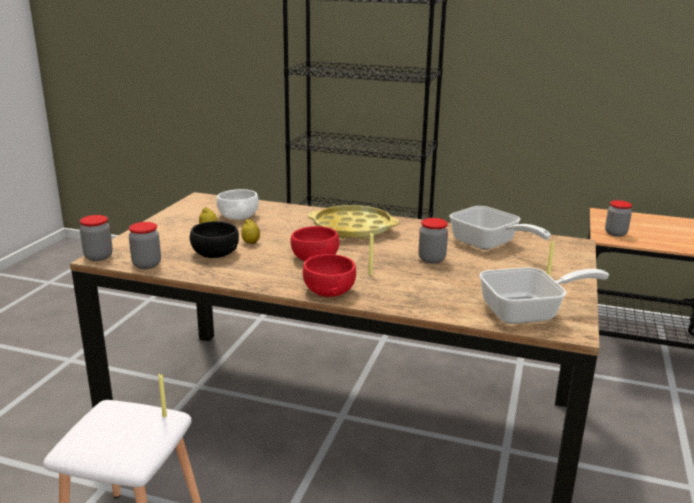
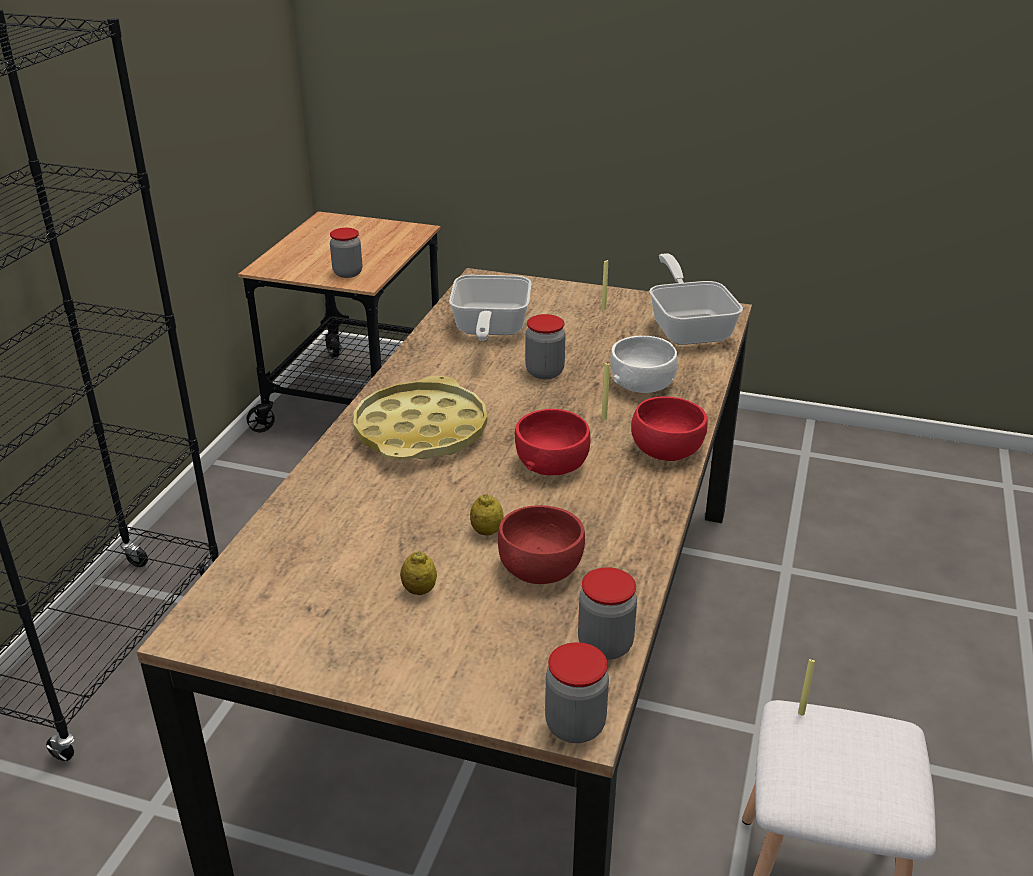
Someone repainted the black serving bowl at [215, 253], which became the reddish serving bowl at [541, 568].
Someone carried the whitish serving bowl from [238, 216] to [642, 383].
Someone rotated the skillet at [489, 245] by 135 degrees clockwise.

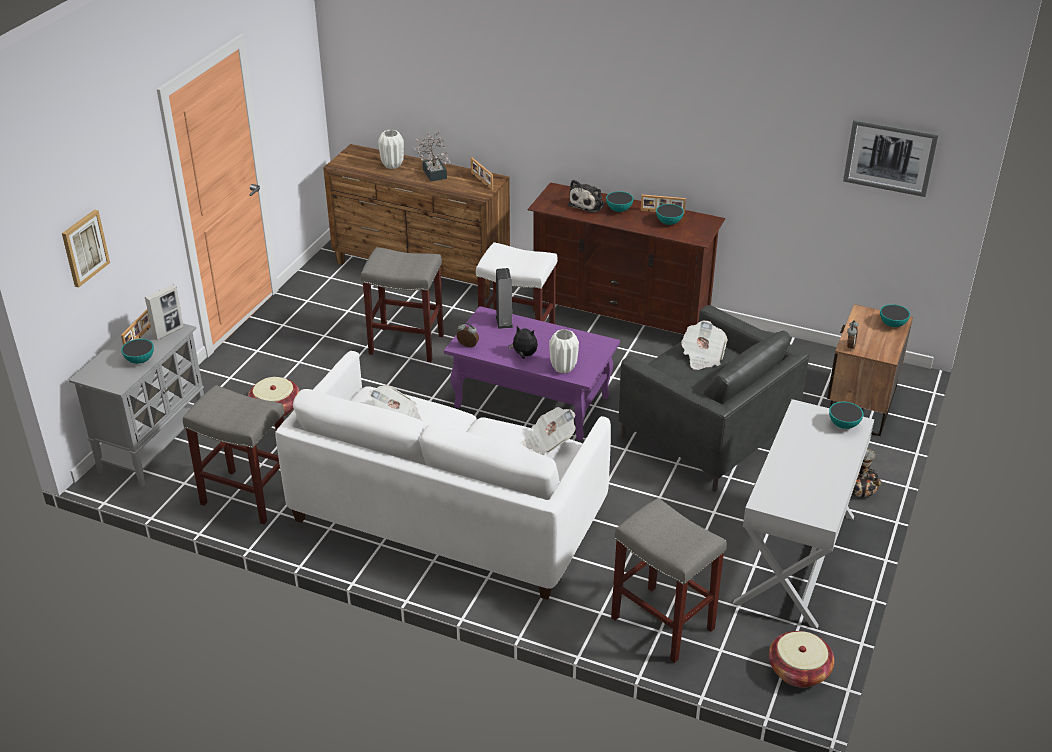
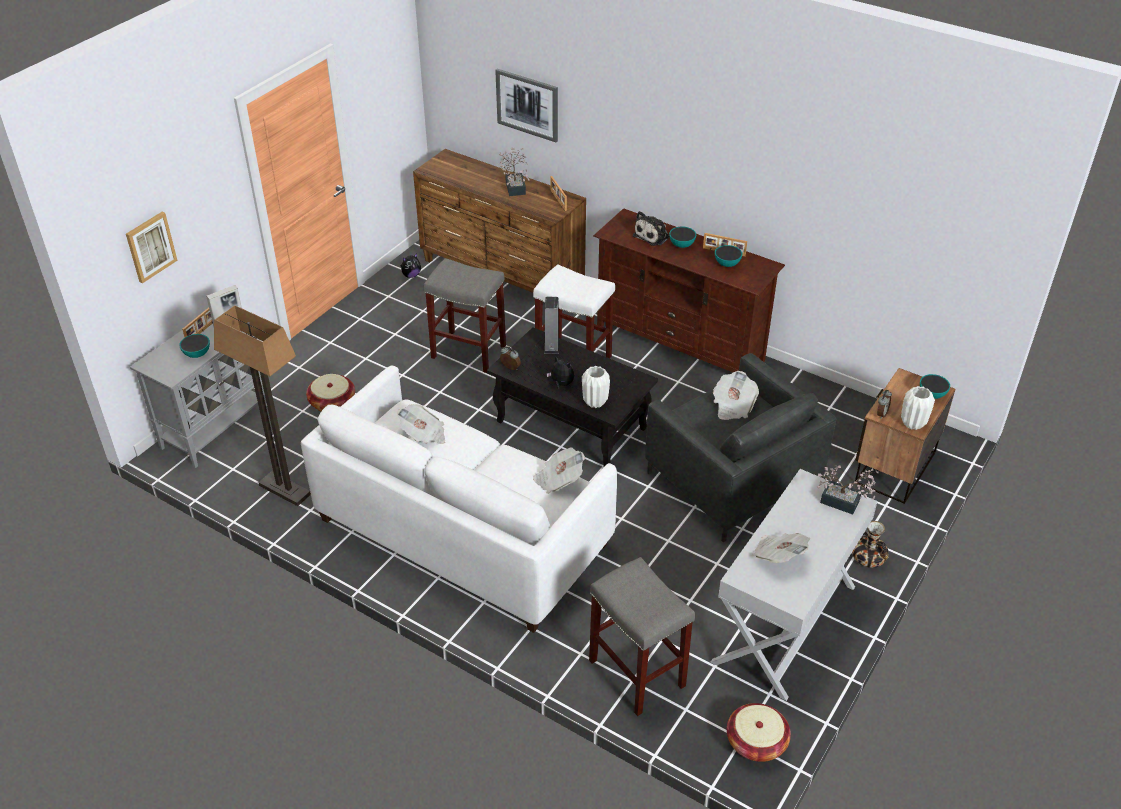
Someone swapped the grey stool seat at [246, 497] for the floor lamp at [284, 490].
Someone carried the whitish vase from [392, 165] to [912, 423].
Someone repainted the purplish lounge table at [530, 401], which became the black lounge table at [570, 425].
Someone swapped the serving bowl at [843, 425] for the potted plant at [844, 503].
Someone carried the picture from [890, 157] to [527, 105].
Someone put down the cuddly toy at [411, 275].
Someone put down the printed paper at [778, 556].

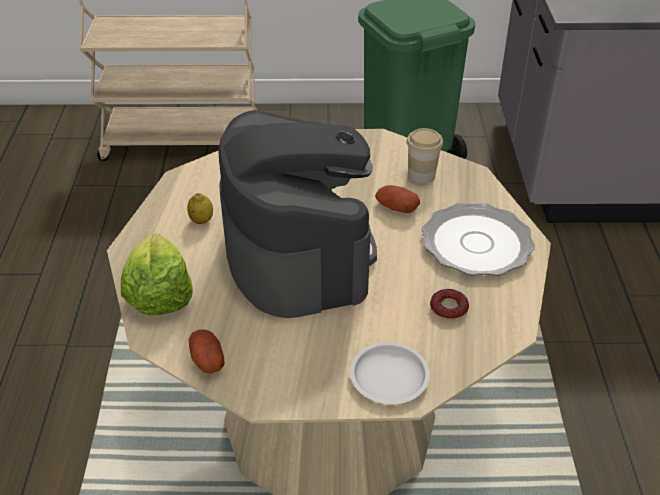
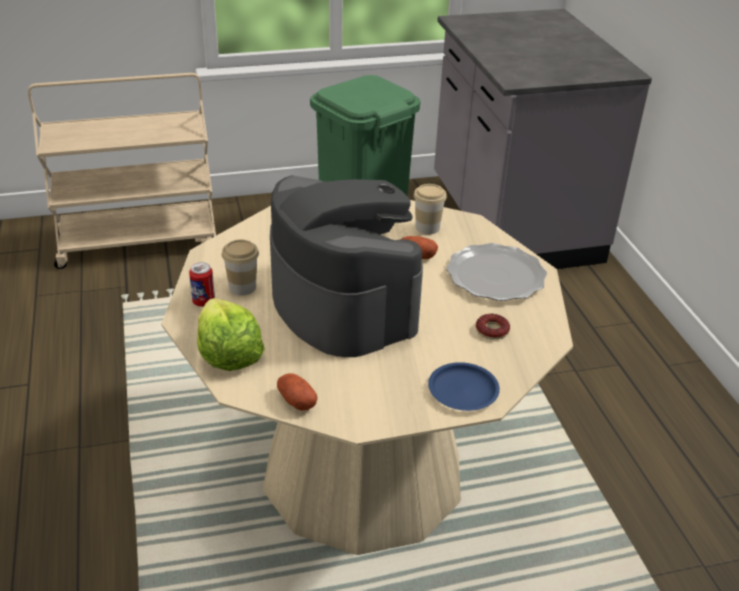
Someone swapped the citrus fruit at [201, 220] for the small cup at [242, 287].
Someone repainted the whitish flat dish at [389, 376], which became the bluish flat dish at [462, 390].
Someone put down the sealed can at [204, 302].

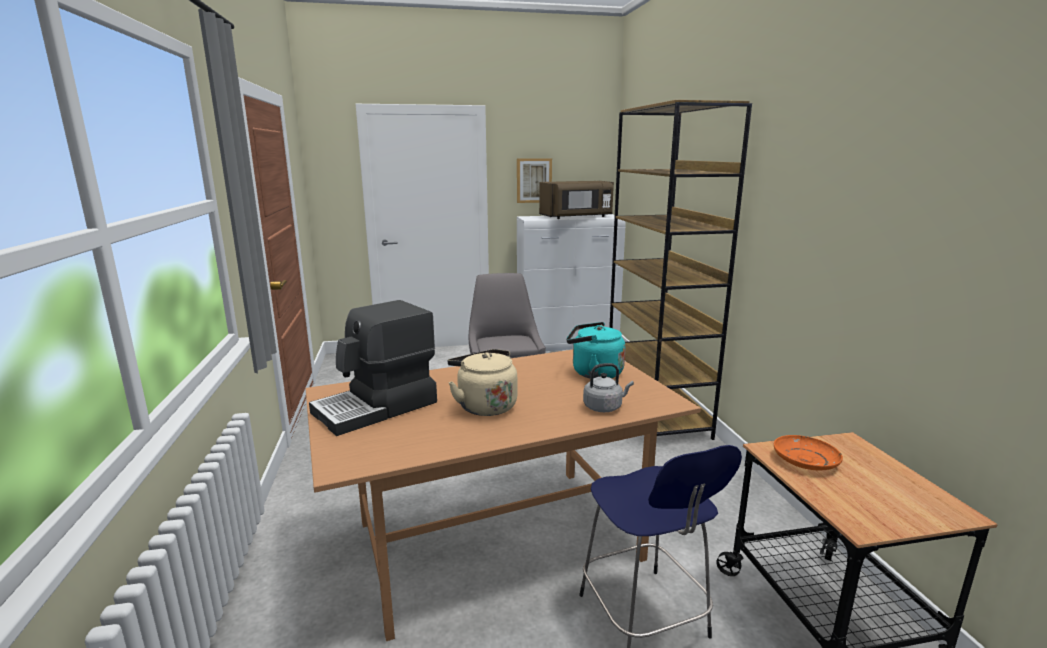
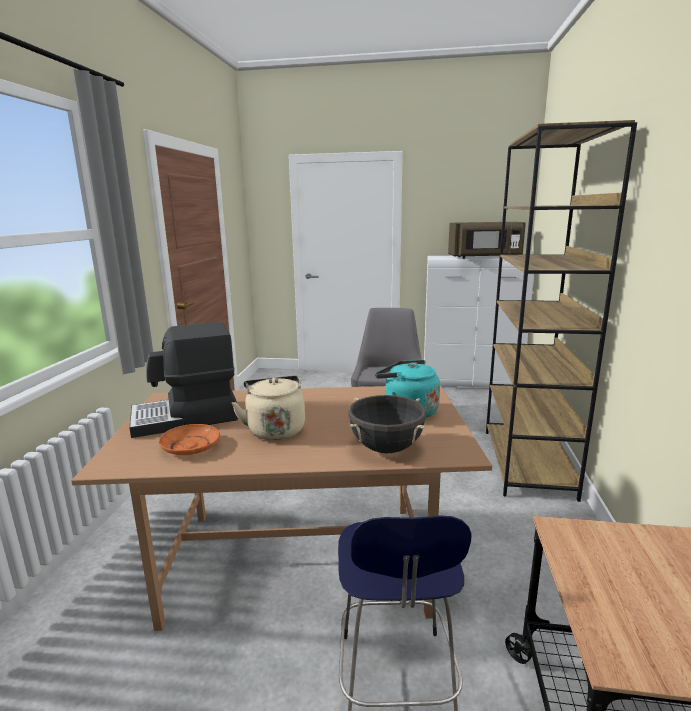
Someone took away the picture at [534, 180].
Someone swapped the grey tea kettle at [604, 407] for the black saucepot at [386, 448].
Someone carried the orange flat dish from [805, 460] to [191, 446].

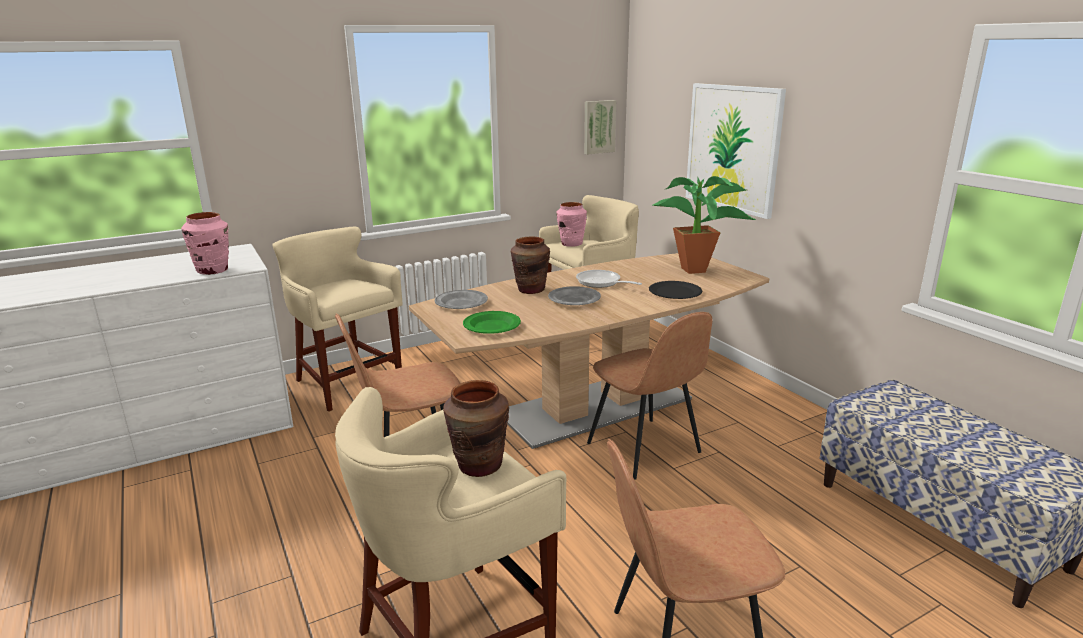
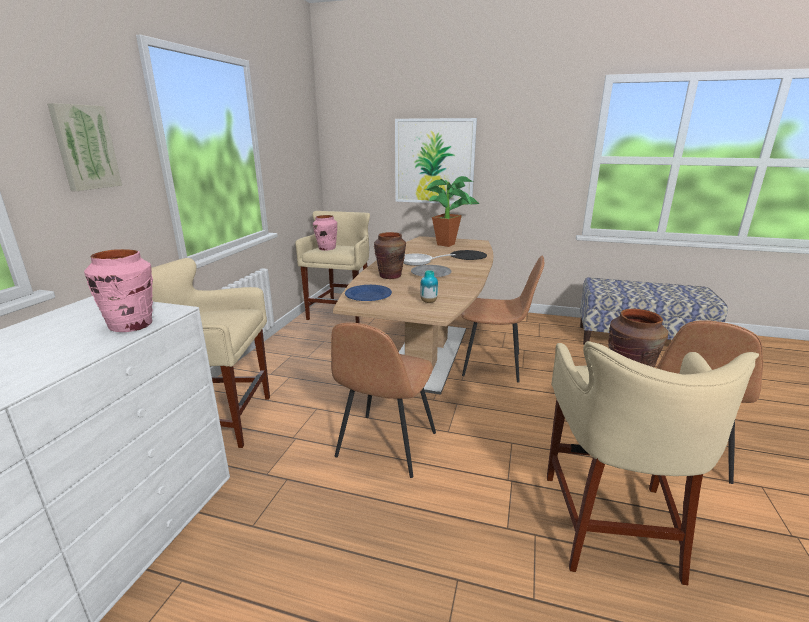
Someone repainted the grey flat dish at [461, 303], which became the bluish flat dish at [368, 296].
Someone swapped the green flat dish at [491, 326] for the vase at [428, 302].
Someone carried the picture from [598, 127] to [84, 147].

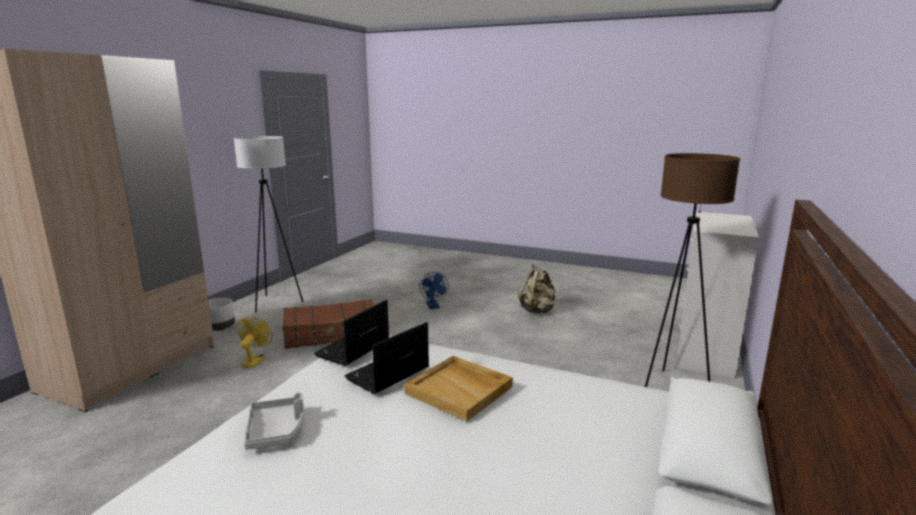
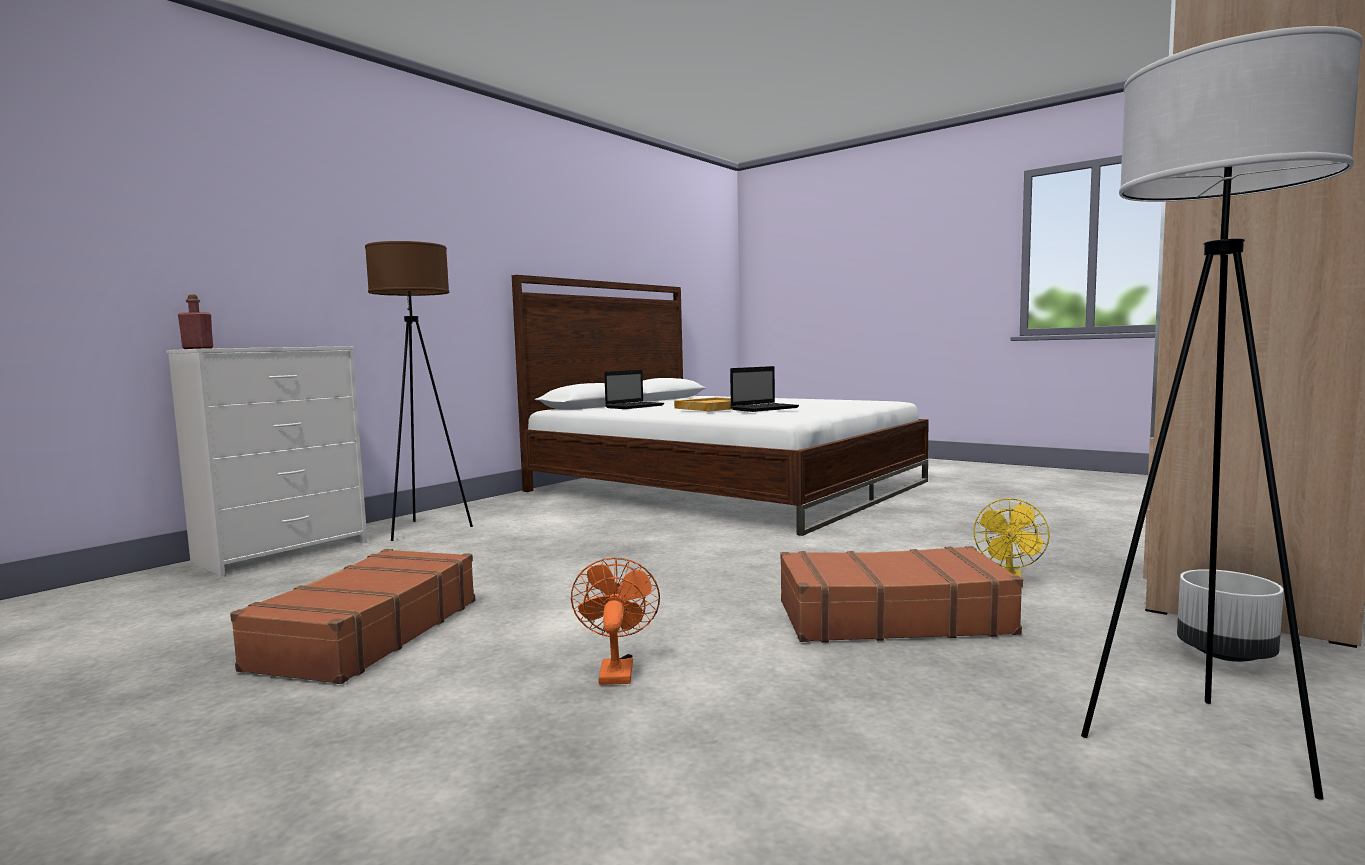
Someone took away the grey serving tray at [276, 430].
Someone carried the laptop from [352, 349] to [635, 406].
Someone repainted the bluish fan at [433, 306], which became the orange fan at [616, 669].
Someone swapped the sand-coloured rucksack at [538, 310] for the brown-coloured suitcase at [367, 634].
Someone put down the reddish beverage bottle at [198, 348].

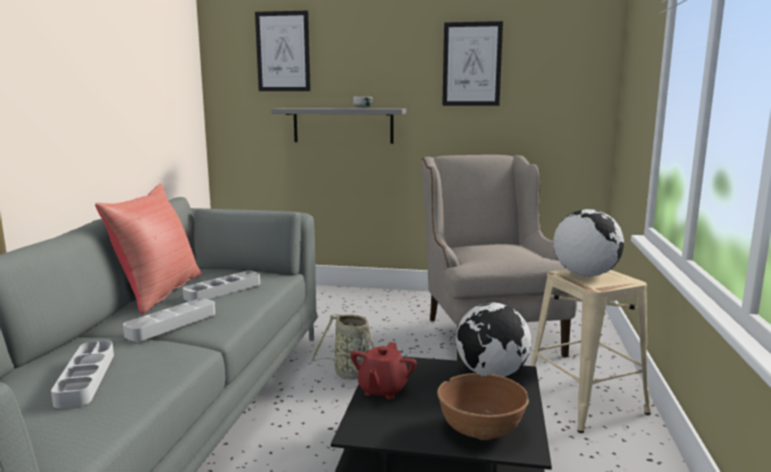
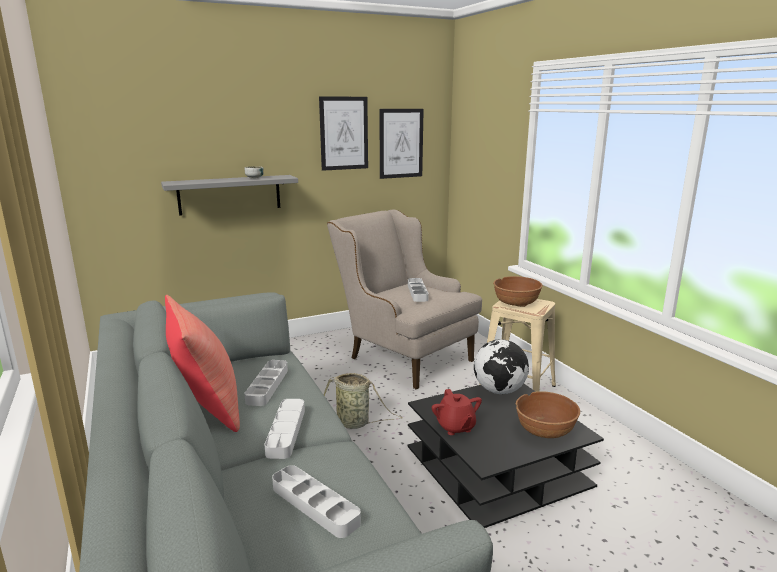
Someone carried the picture from [283, 51] to [401, 143].
Someone swapped the globe at [585, 275] for the brown-coloured serving bowl at [516, 304].
Someone put down the grey serving tray at [417, 292].

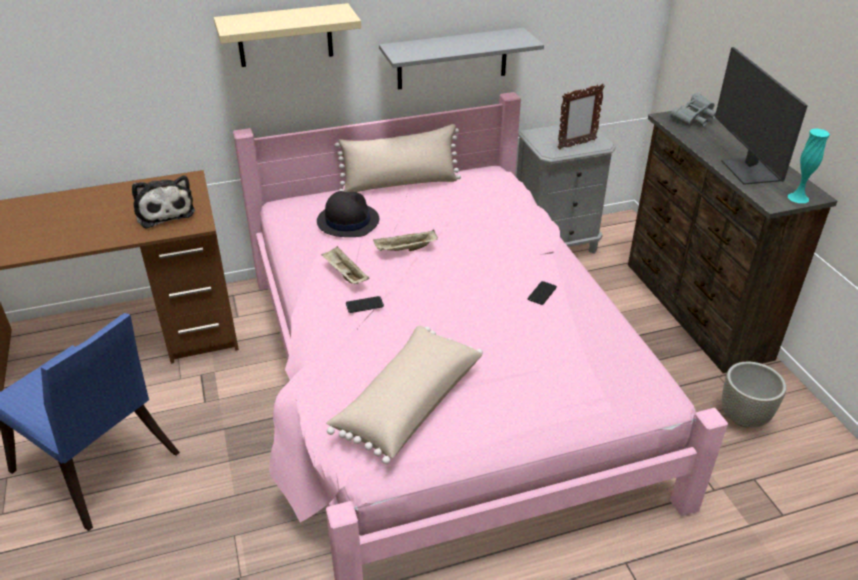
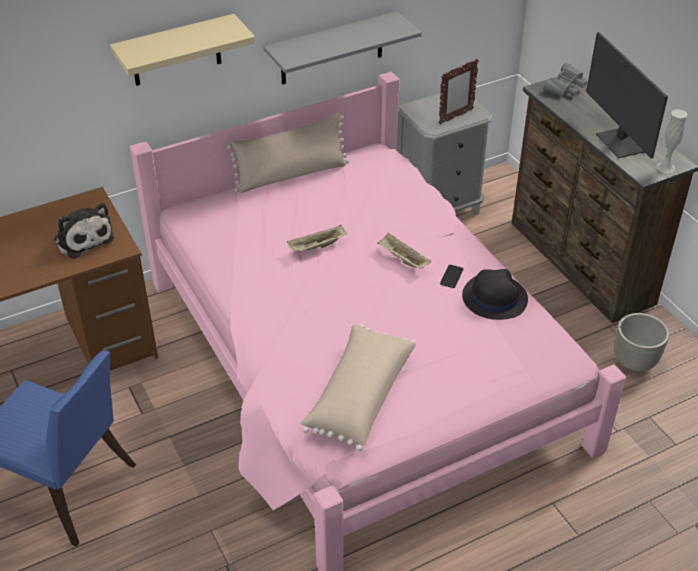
Someone carried the black clothing hat from [347, 221] to [494, 298].
Someone carried the sand-coloured serving tray from [344, 274] to [402, 259].
Someone took away the phone at [364, 305].
Someone repainted the turquoise-coloured vase at [798, 198], which became the whitish vase at [665, 167].

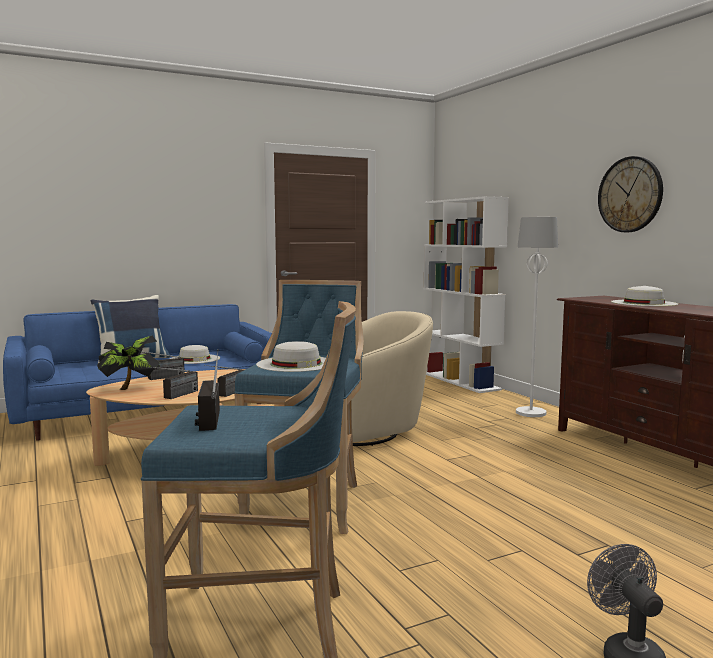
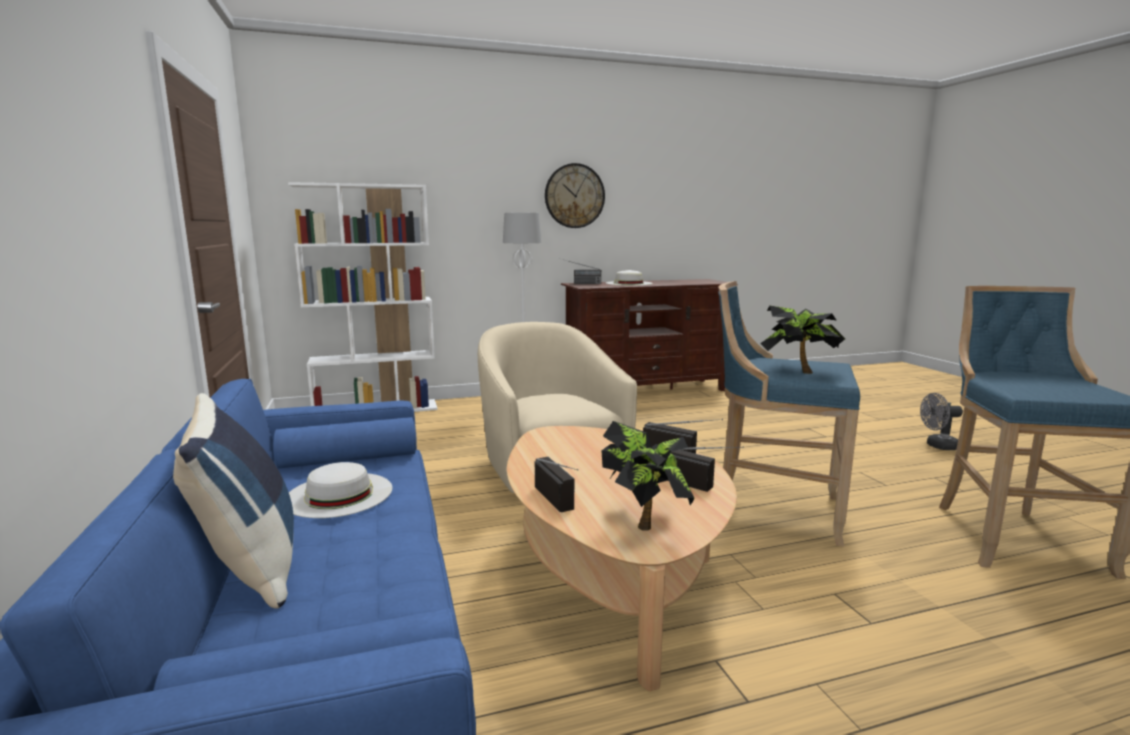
Someone carried the radio from [209, 415] to [580, 283].
Someone swapped the whitish clothing hat at [296, 364] for the potted plant at [798, 370].

